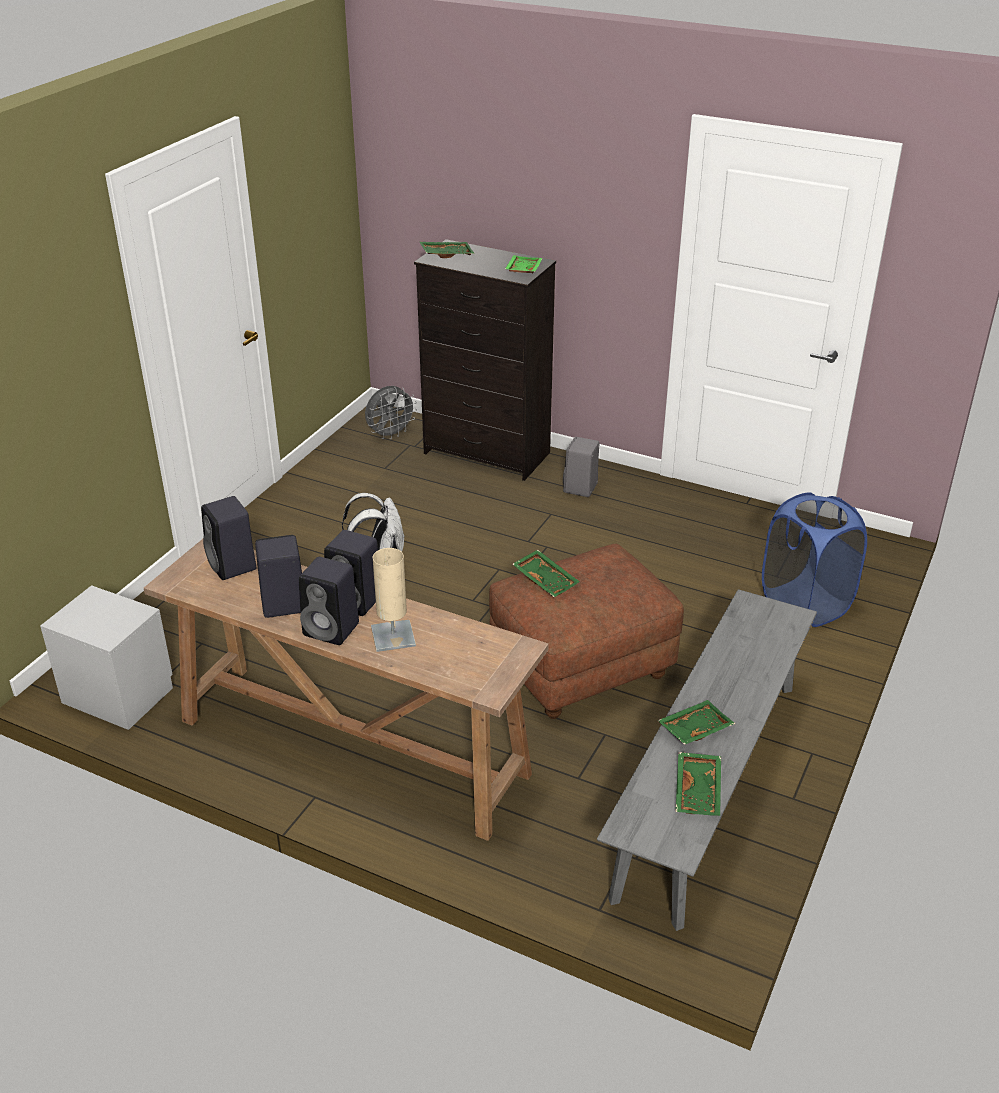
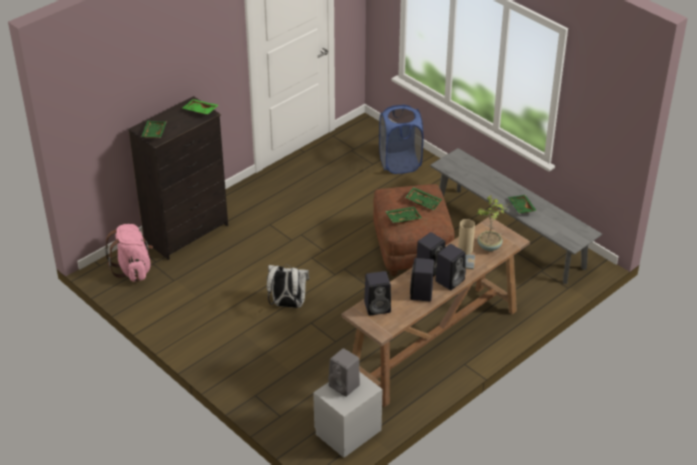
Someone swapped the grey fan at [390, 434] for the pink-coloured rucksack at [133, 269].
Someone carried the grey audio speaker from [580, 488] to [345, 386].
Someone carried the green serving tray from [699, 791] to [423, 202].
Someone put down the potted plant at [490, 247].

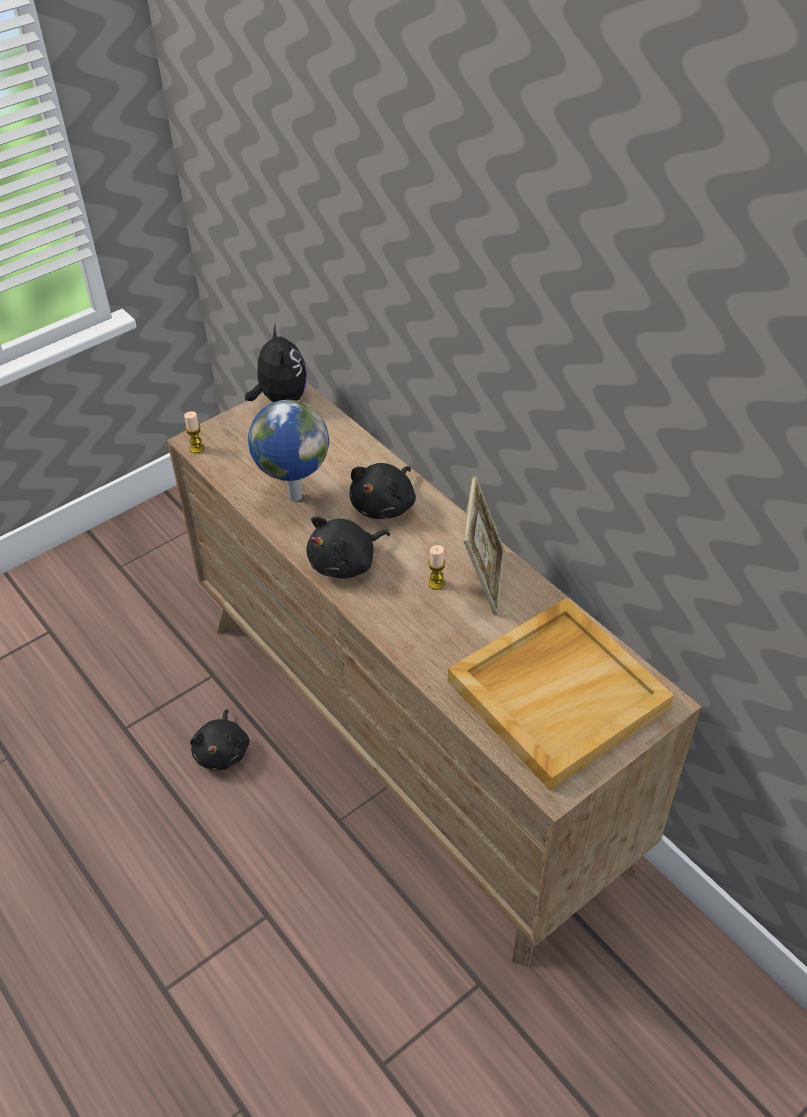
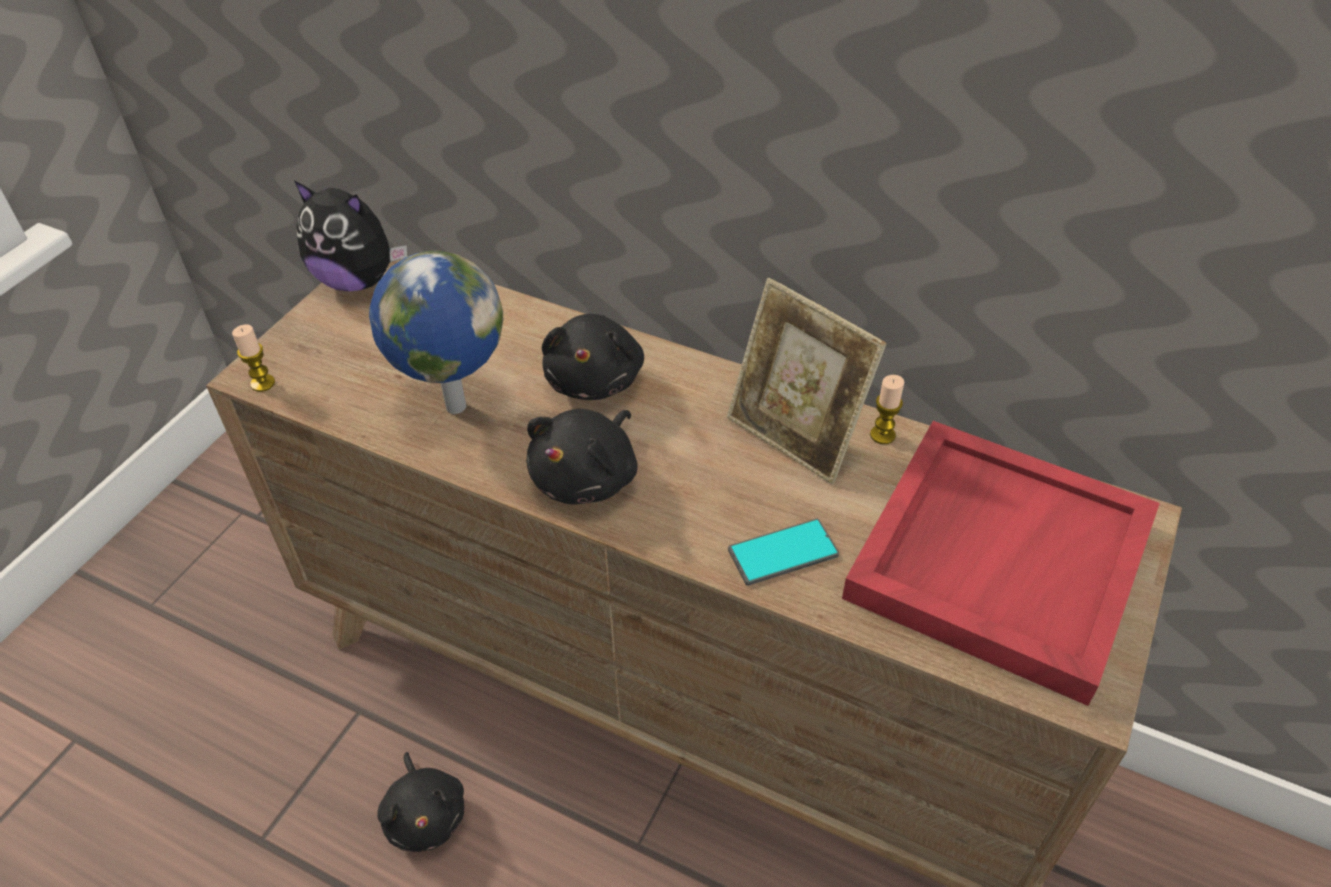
Someone rotated the cuddly toy at [281, 399] by 150 degrees clockwise.
Someone carried the candle from [436, 583] to [882, 435].
Someone repainted the sand-coloured serving tray at [558, 693], which became the reddish serving tray at [998, 557].
Someone rotated the standing frame at [483, 580] by 150 degrees clockwise.
Someone put down the phone at [783, 553].

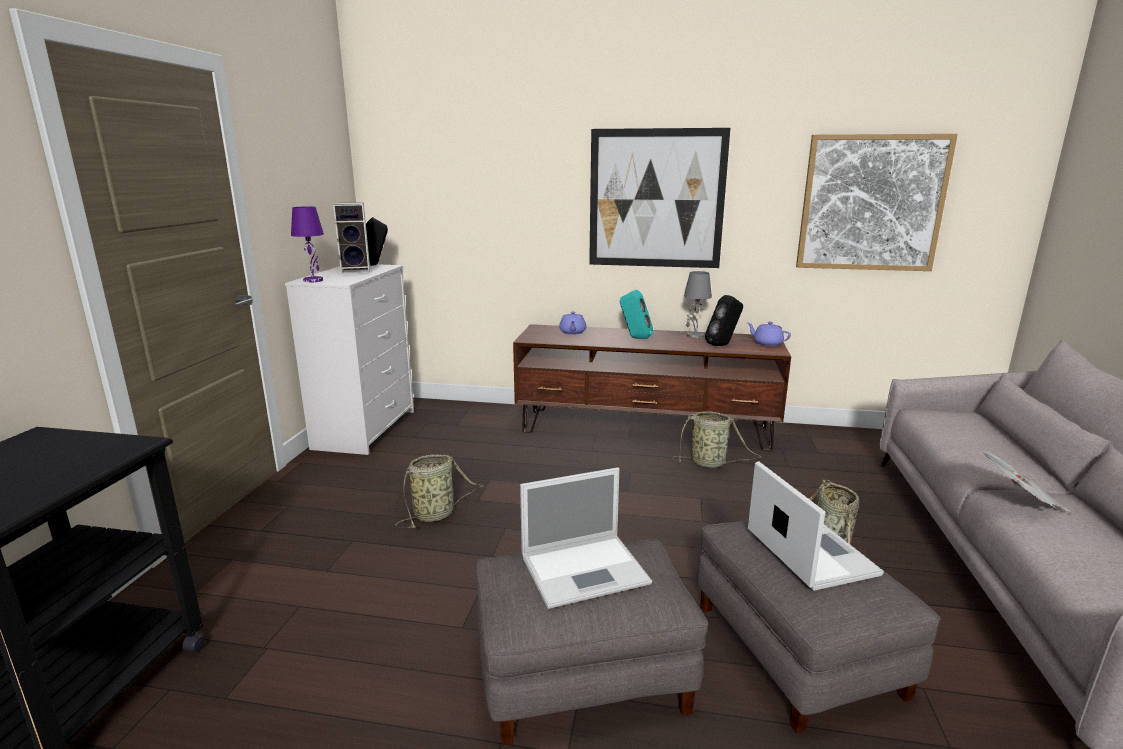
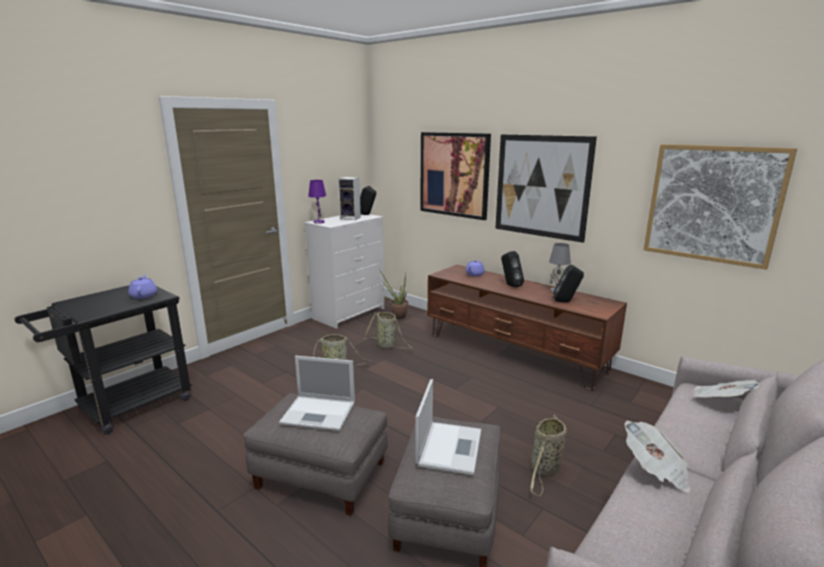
Someone repainted the turquoise-coloured audio speaker at [635, 338], which became the black audio speaker at [510, 285].
Someone carried the basket from [710, 463] to [387, 345].
Someone carried the purplish pot for tea from [767, 343] to [144, 295].
Someone put down the potted plant at [396, 316].
Someone put up the picture at [454, 174].
Someone put down the printed paper at [719, 401].

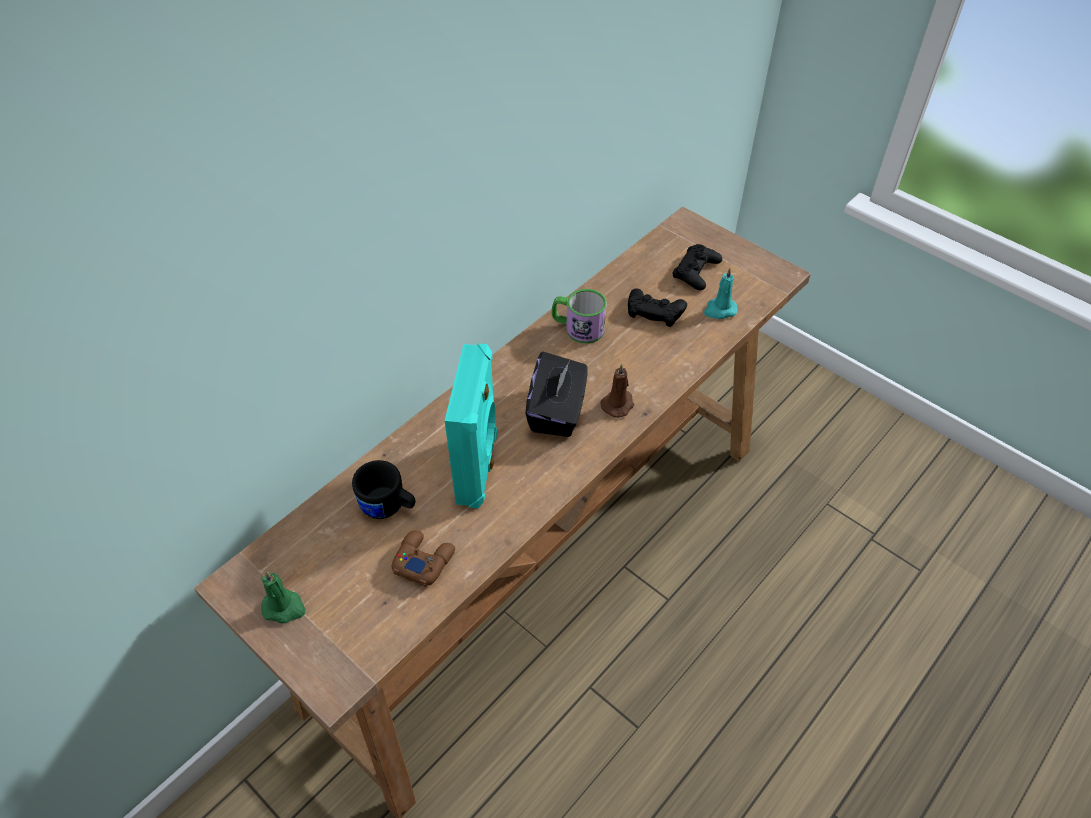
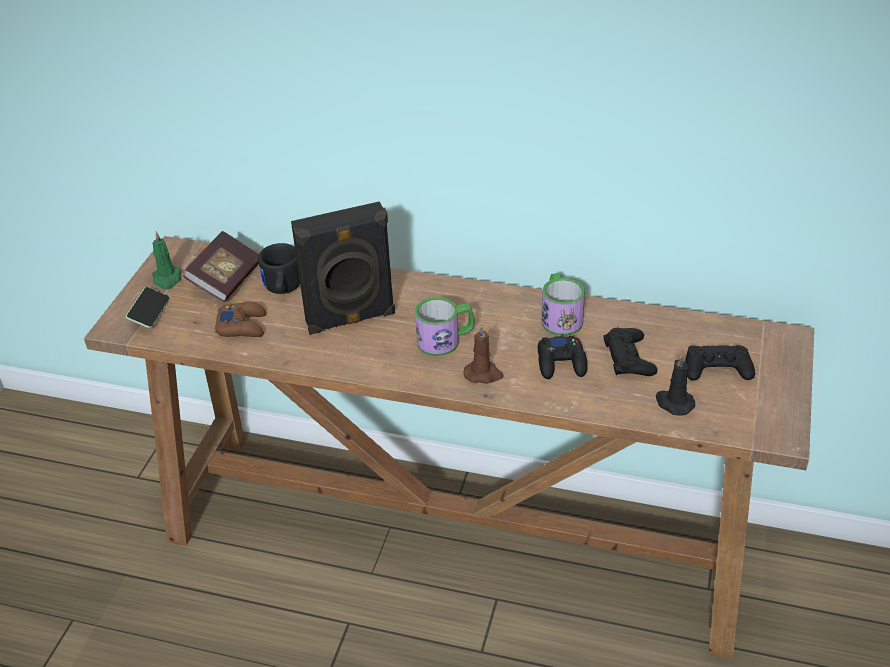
Someone repainted the turquoise-coloured audio speaker at [479, 468], which became the black audio speaker at [351, 320].
Someone swapped the black box of tissues at [557, 411] for the coffee mug at [445, 340].
Someone repainted the turquoise-coloured candle at [719, 310], which became the black candle at [673, 403].
Someone put down the phone at [150, 314].
Someone put down the bound book at [226, 280].
Someone put down the black gamepad at [561, 363].

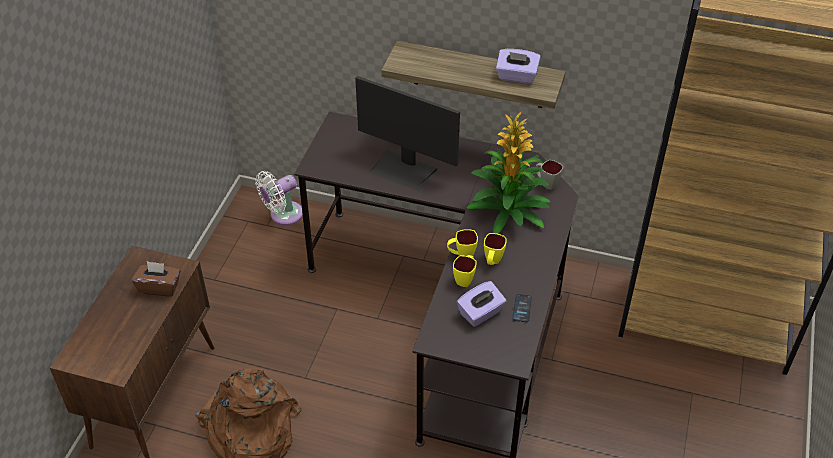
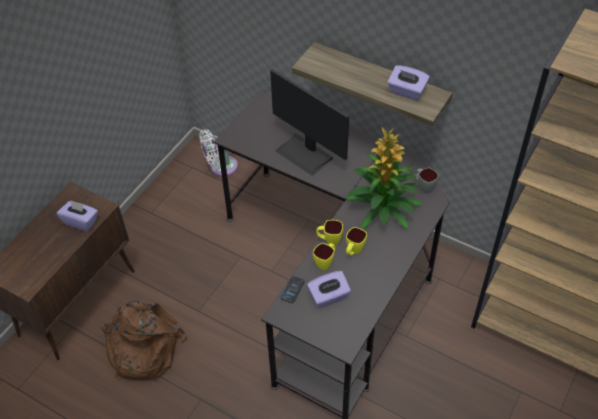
Someone repainted the brown-coloured box of tissues at [159, 287], which became the purplish box of tissues at [81, 221].
Someone carried the phone from [522, 308] to [292, 290].

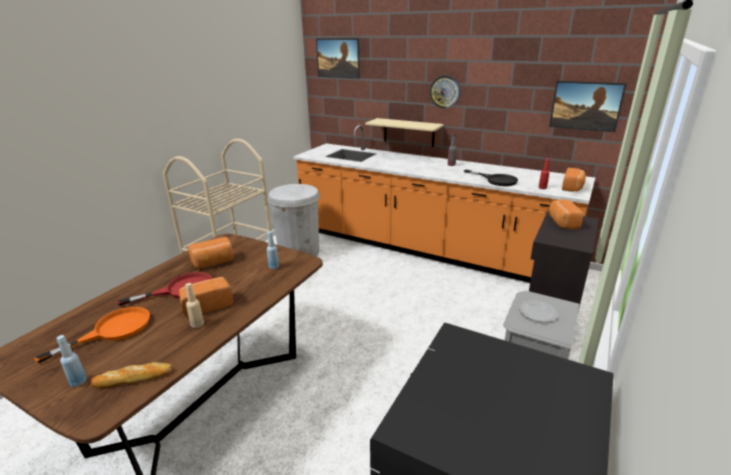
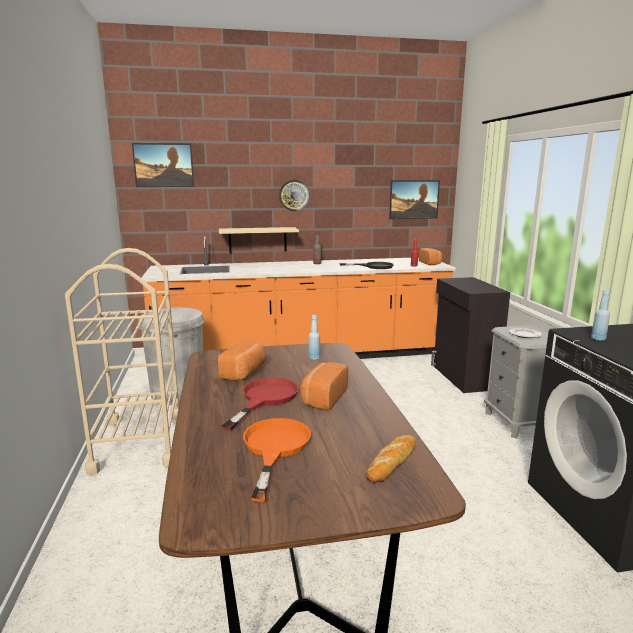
Someone carried the bluish beverage bottle from [78, 382] to [598, 339].
Someone took away the sand-coloured beverage bottle at [197, 325].
Someone took away the bread at [562, 222].

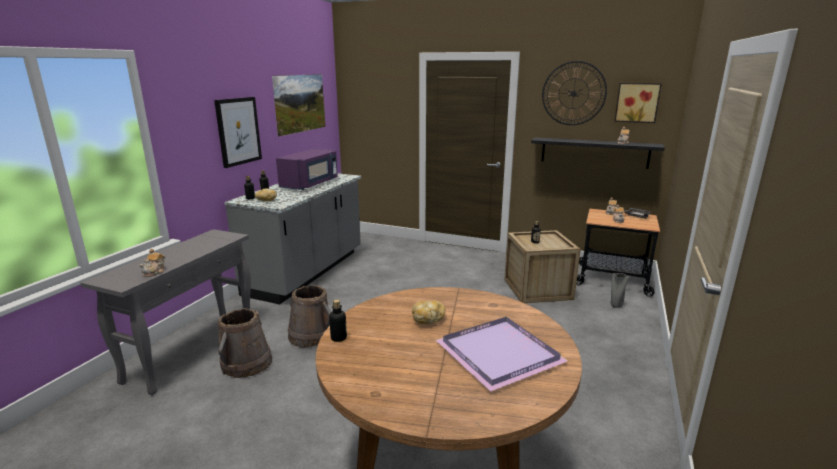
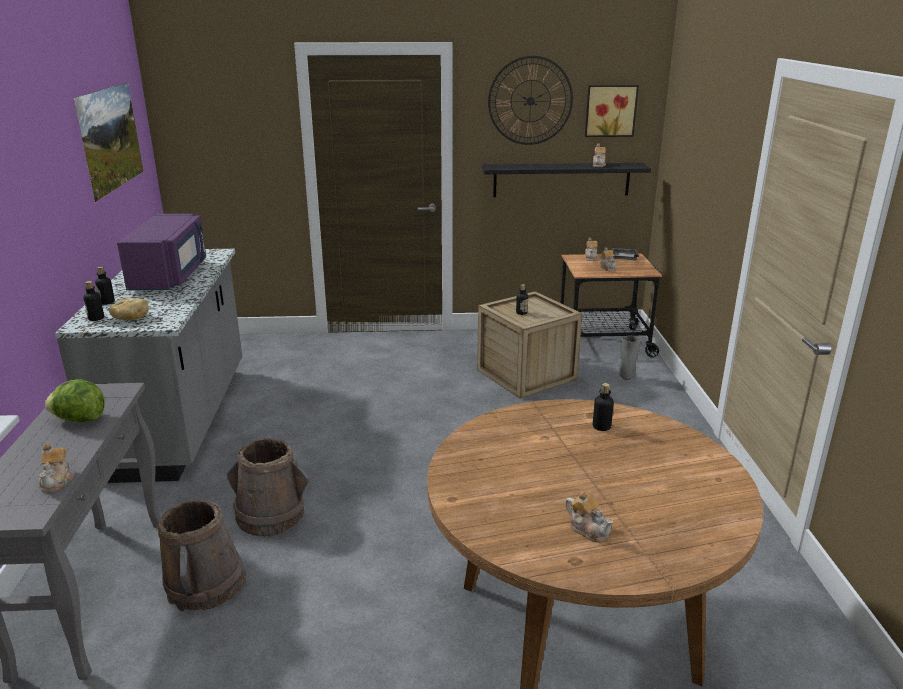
Someone took away the picture at [238, 131].
Someone carried the beverage bottle from [338, 338] to [601, 427].
Someone took away the bread at [428, 319].
Someone took away the purplish serving tray at [502, 354].
Someone put down the lettuce head at [79, 419].
Someone put down the pot for tea at [588, 529].

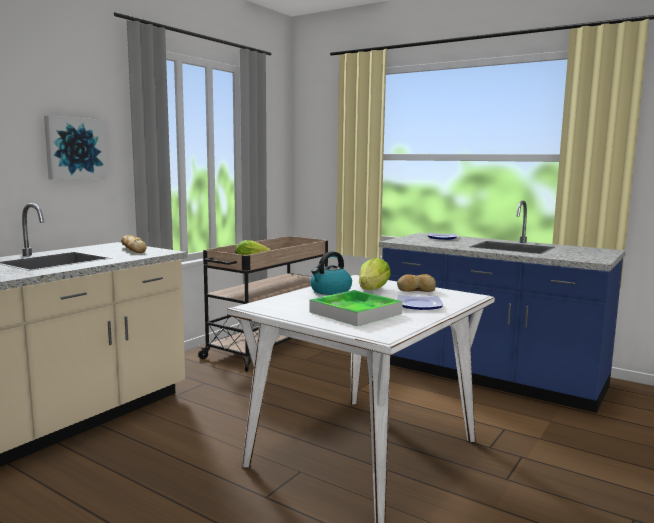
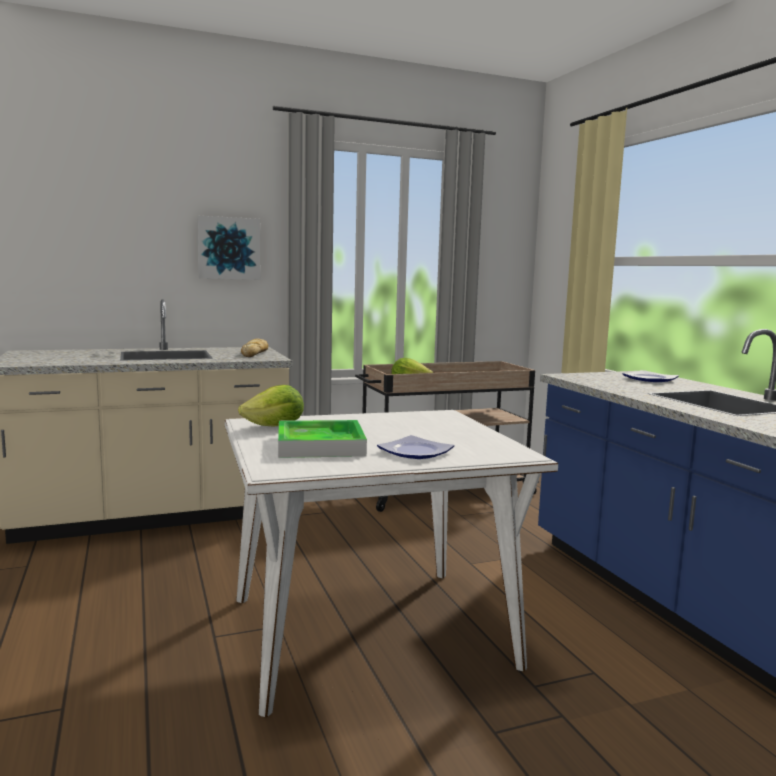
Someone took away the tea kettle at [330, 291].
Someone carried the lettuce head from [373, 289] to [275, 427].
Someone took away the bread at [415, 289].

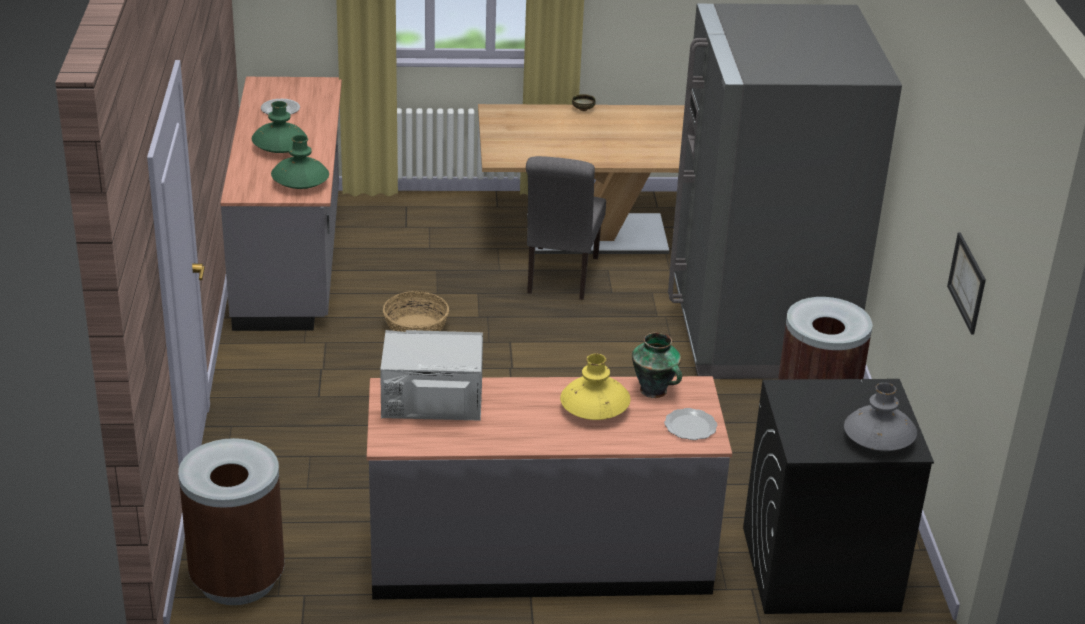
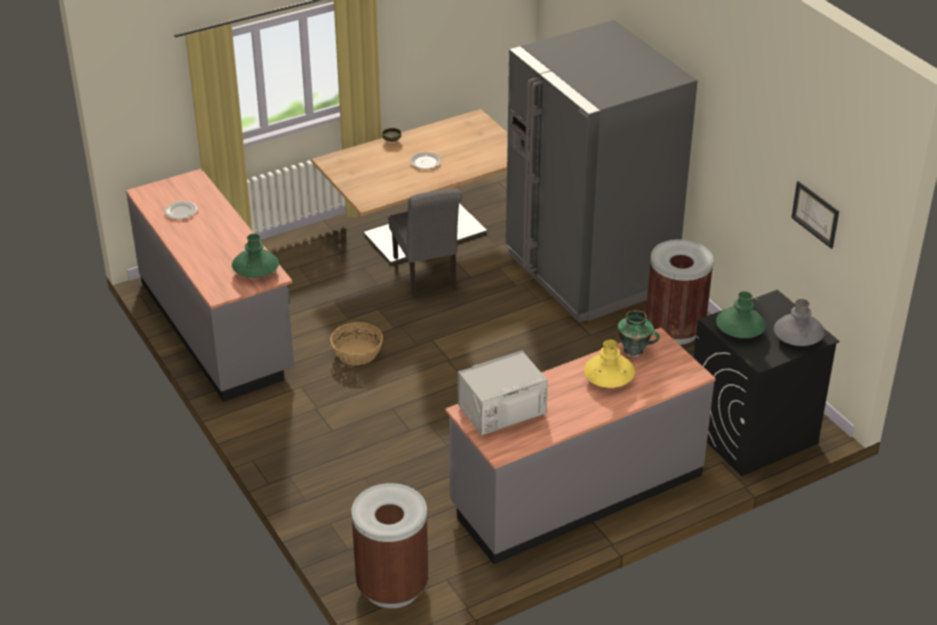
Someone carried the green vase from [280, 148] to [739, 330].
Someone carried the flat dish from [691, 426] to [426, 162].

